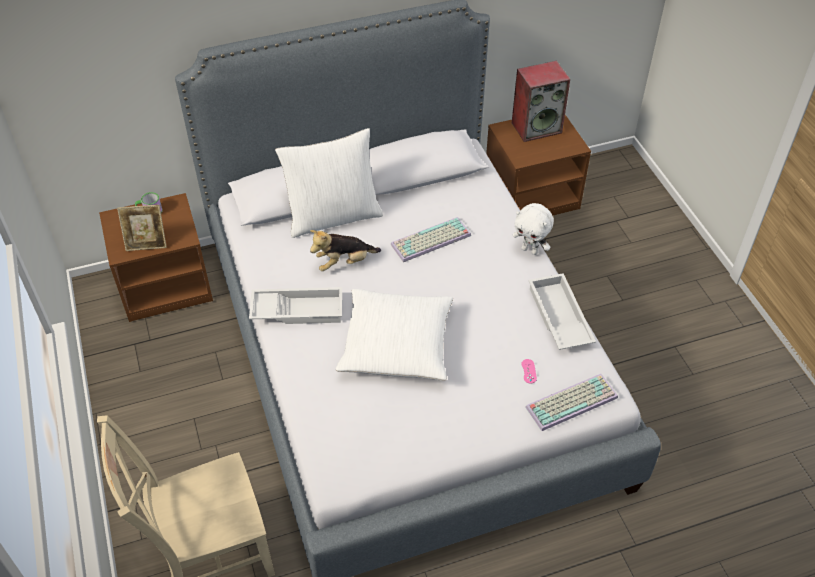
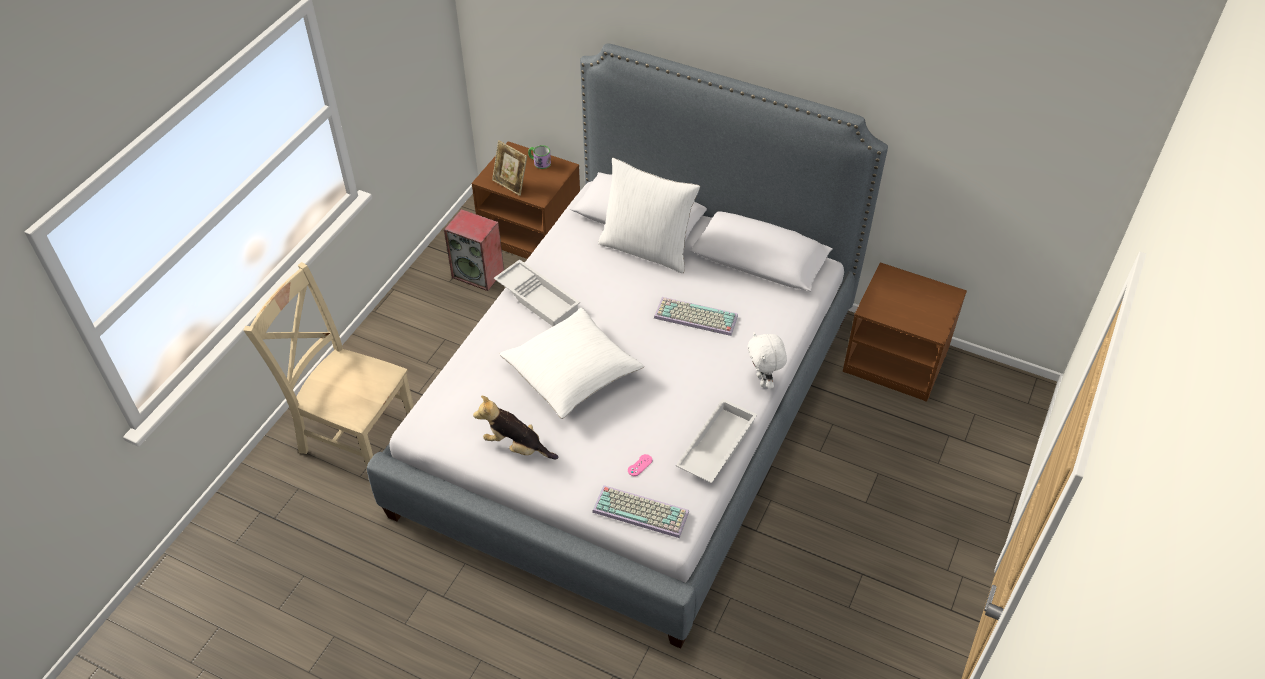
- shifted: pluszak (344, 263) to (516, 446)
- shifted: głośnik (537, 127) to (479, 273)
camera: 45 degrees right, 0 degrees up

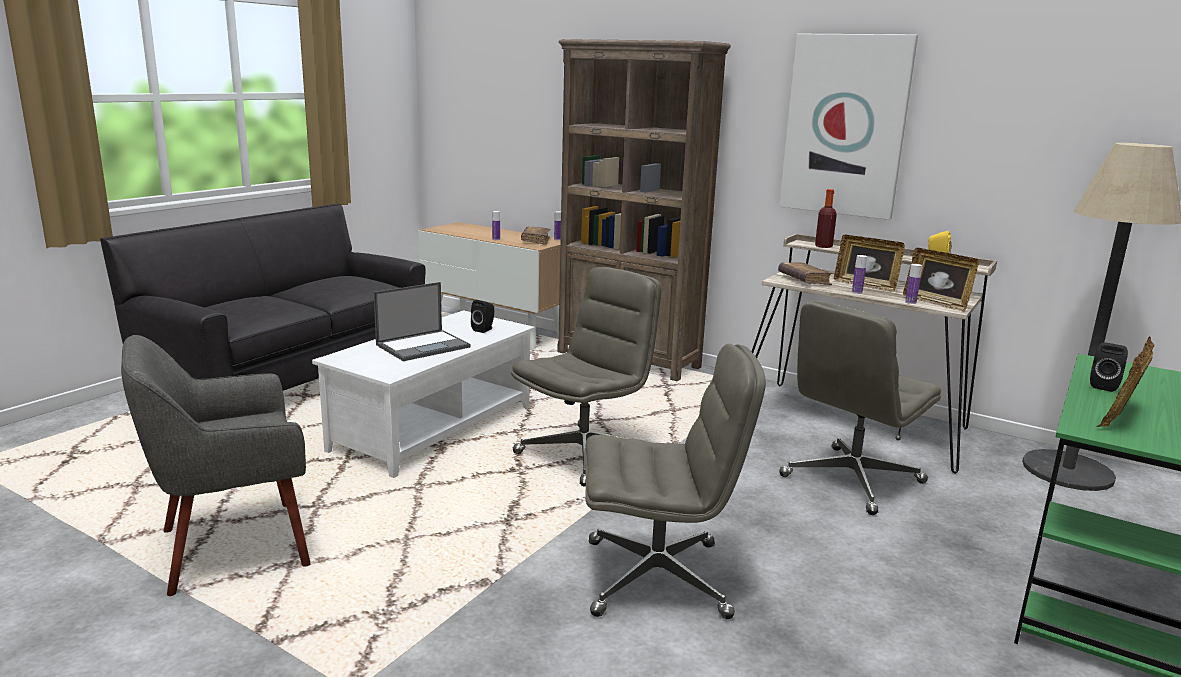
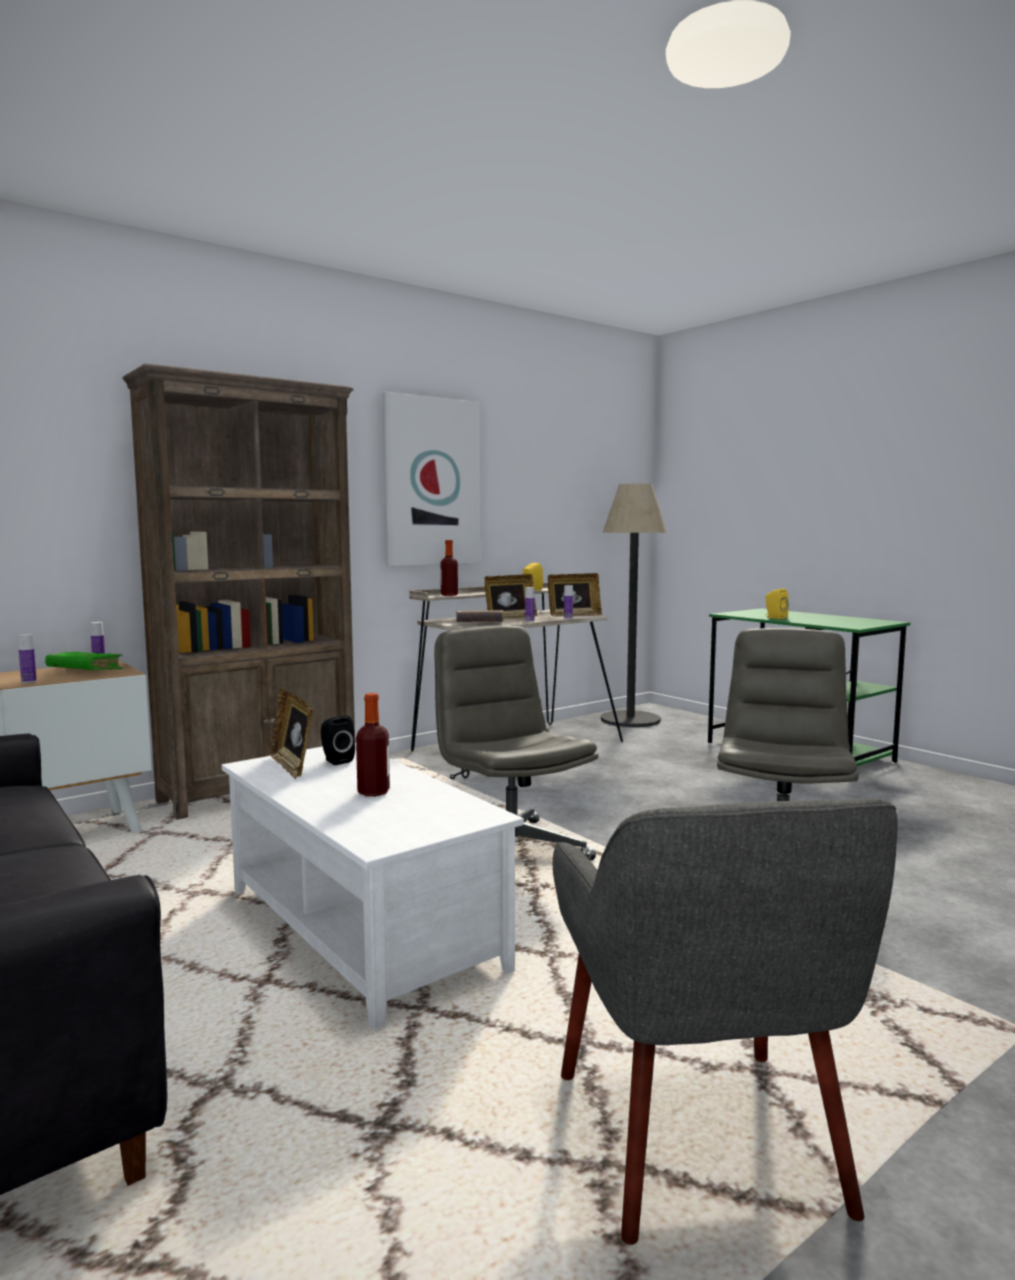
- swapped: laptop (424, 346) to butelka (373, 792)
- repainted: książka [brązowy] (535, 240) to książka [zielony] (84, 670)
- gone: krzesło biurowe [szary] (851, 480)
- repainted: głośnik [czarny] (1104, 386) to głośnik [żółty] (774, 617)
- shifted: ramka na zdjęcie (1119, 417) to (292, 766)
camera: 70 degrees left, 10 degrees down

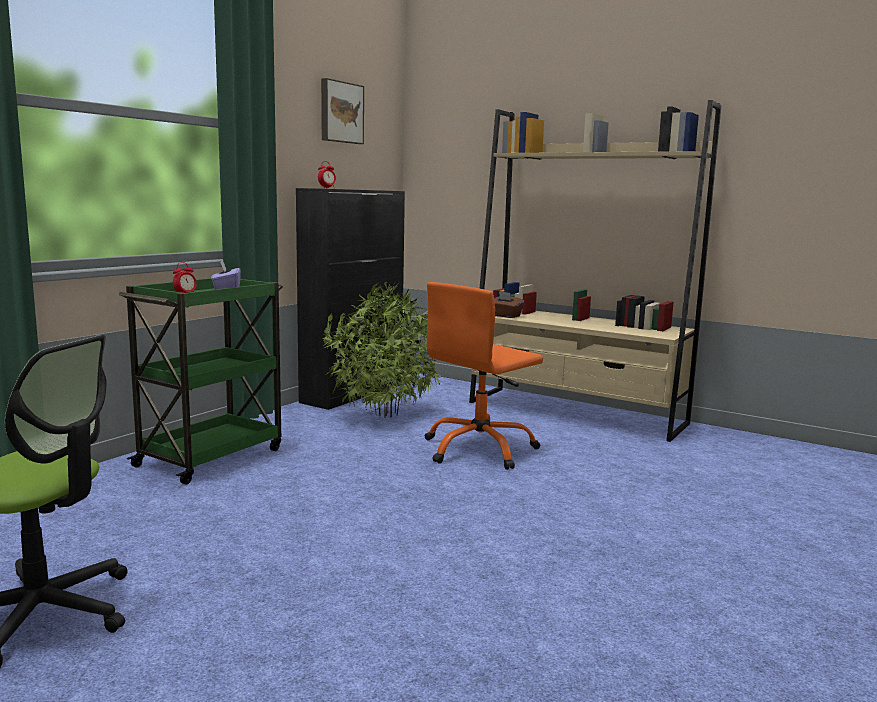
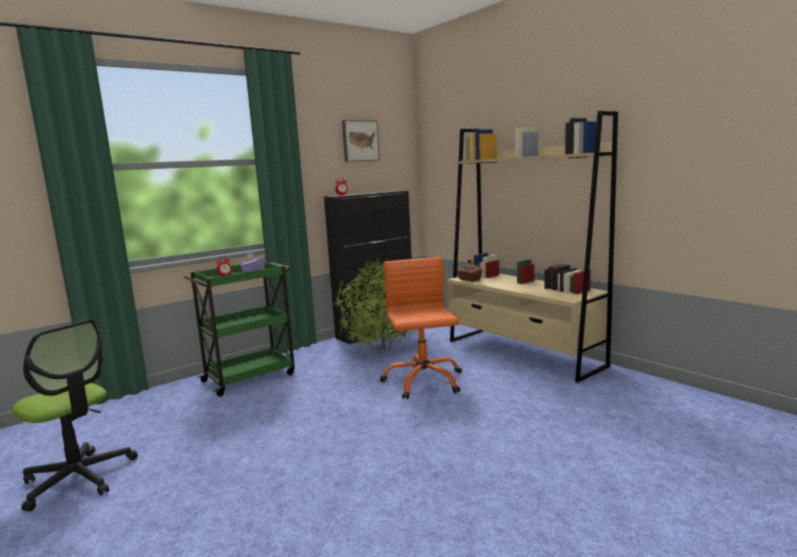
- rotated: krzesło biurowe [pomarańczowy] (479, 449) = (423, 381) 105 degrees clockwise
camera: 20 degrees right, 0 degrees up

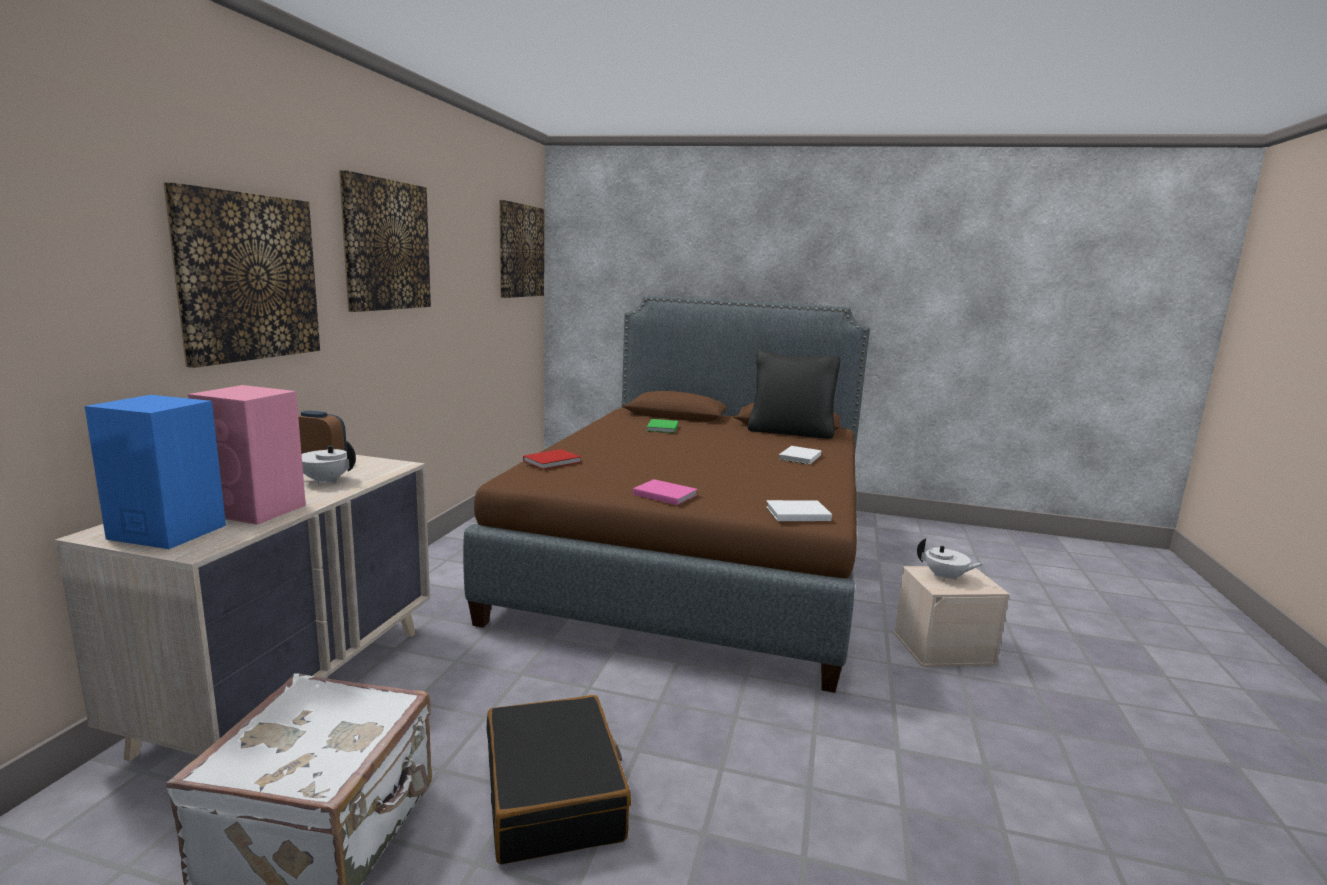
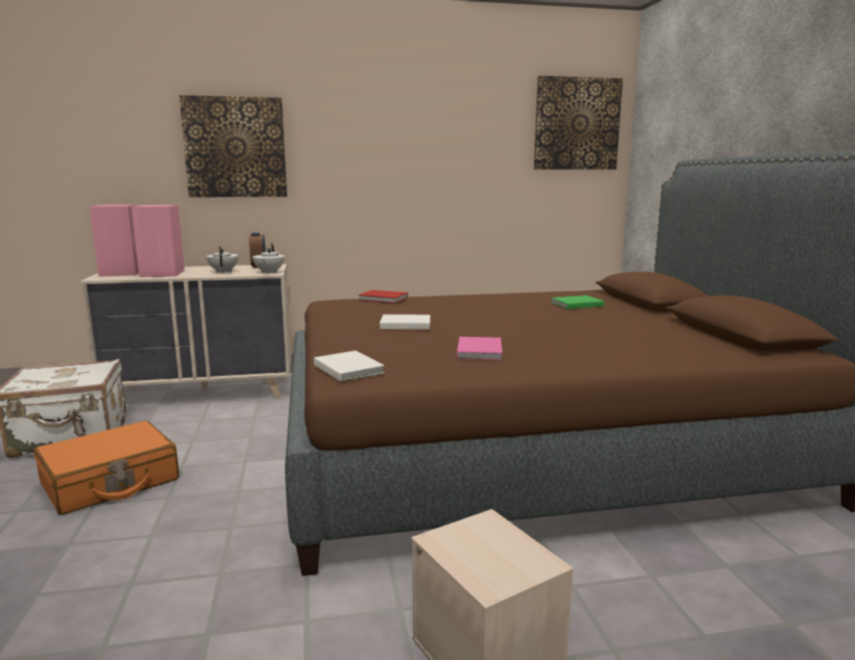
- repainted: głośnik [niebieski] (165, 532) to głośnik [różowy] (122, 272)
- gone: obraz (386, 245)
- repainted: walizka [czarny] (554, 795) to walizka [pomarańczowy] (110, 482)
- shifted: książka [różowy] (664, 494) to (480, 351)
- gone: poduszka [czarny] (790, 432)
- shifted: książka [biały] (799, 457) to (404, 324)
- shifted: imbryk [biały] (945, 577) to (269, 272)
camera: 65 degrees right, 0 degrees up

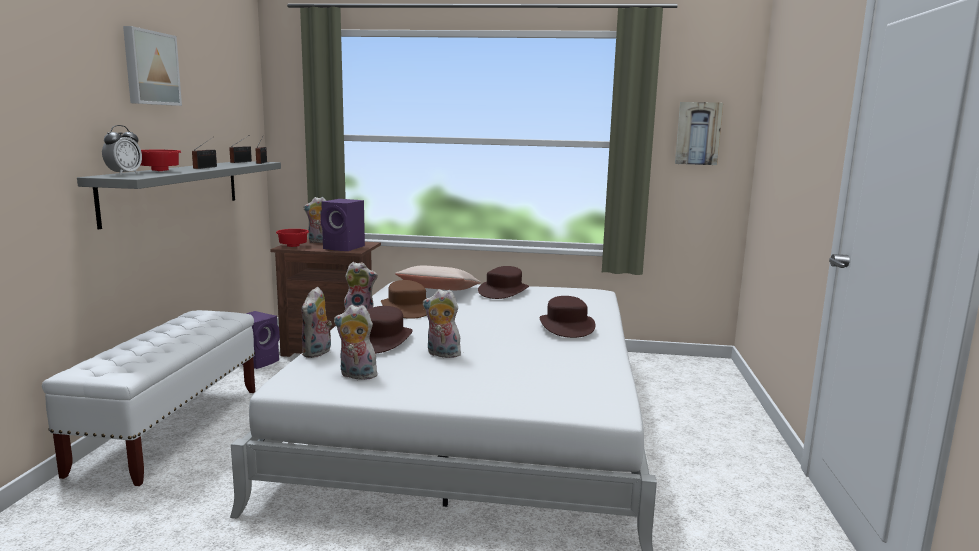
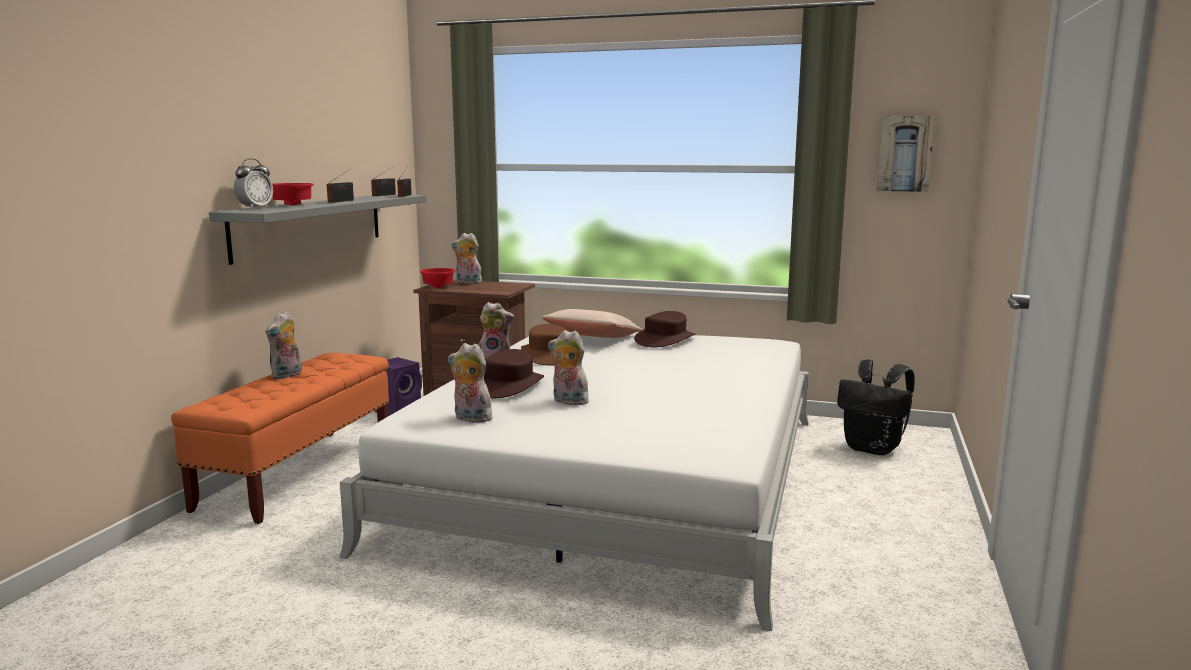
- repainted: ławka [biały] (171, 429) to ławka [pomarańczowy] (299, 474)
- gone: obraz (150, 68)
- shifted: pluszak (318, 353) to (287, 375)
- gone: głośnik [fioletowy] (345, 248)
- gone: kapelusz [brązowy] (566, 326)
- new: plecak [czarny] (873, 449)
camera: 10 degrees right, 0 degrees up

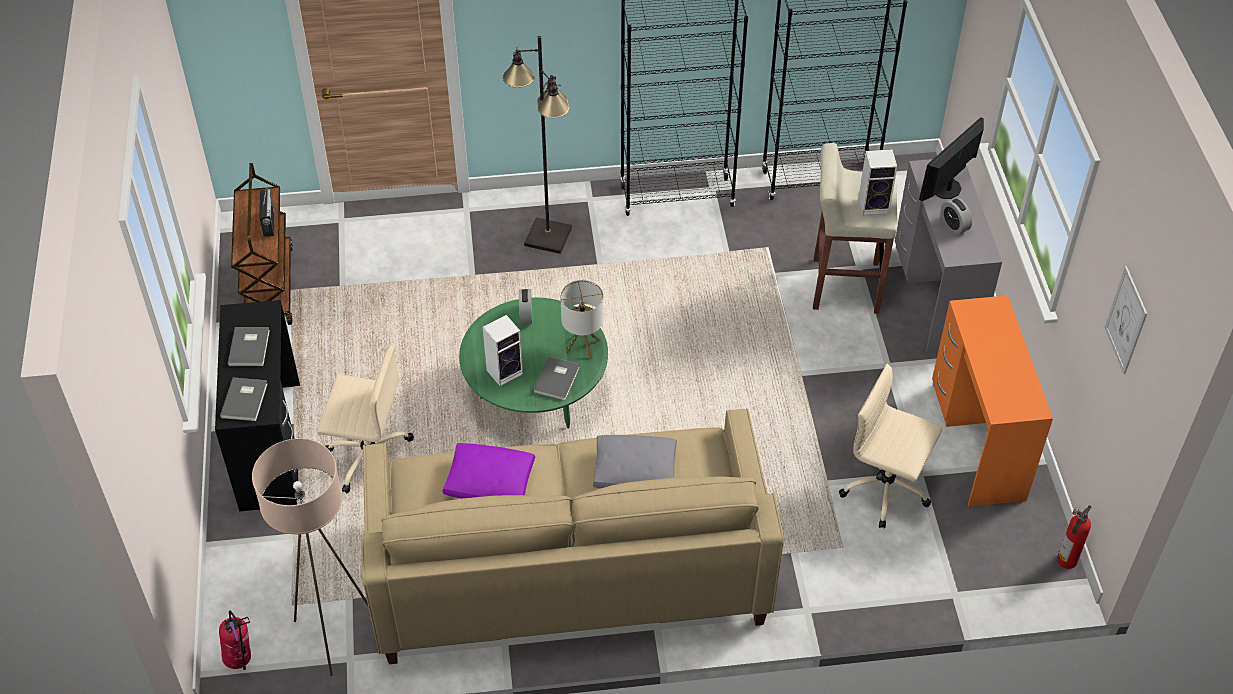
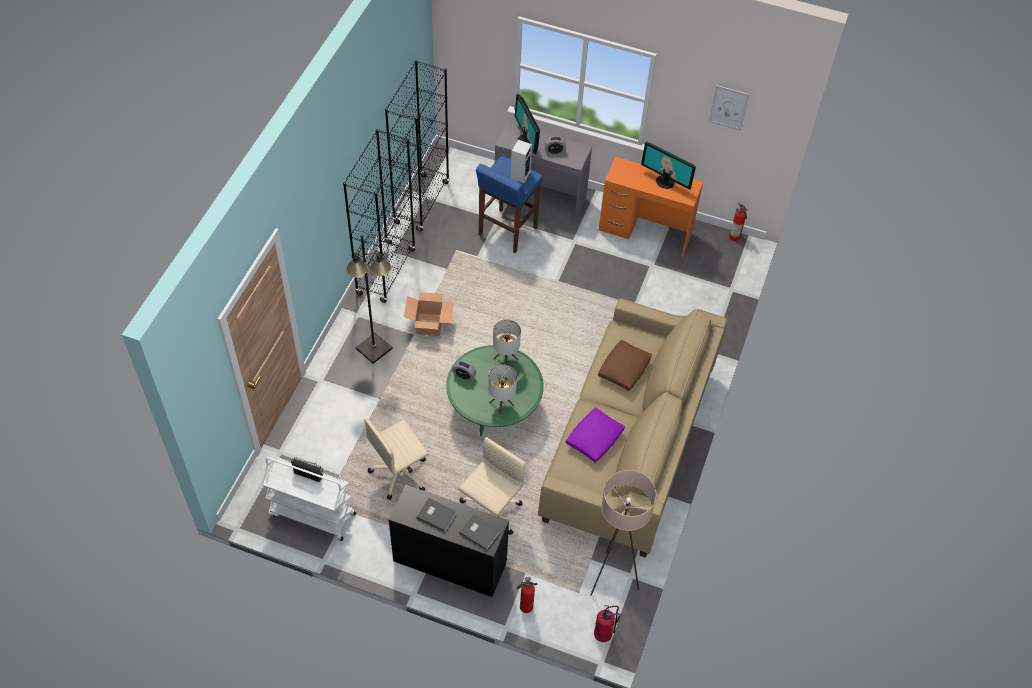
- repainted: wózek [brązowy] (269, 286) to wózek [biały] (311, 515)
- swapped: głośnik (505, 371) to lampa stołowa (501, 404)
- gone: książka [szary] (558, 379)
- repainted: poduszka [szary] (634, 471) to poduszka [brązowy] (624, 370)
- repainted: stołek [beżowy] (844, 285) to stołek [niebieski] (507, 231)
- shifted: krzesło biurowe [beżowy] (887, 489) to (400, 473)
- new: karton (429, 324)
- new: gaśnica (525, 606)
- new: monitor (665, 181)
camera: 65 degrees left, 5 degrees up

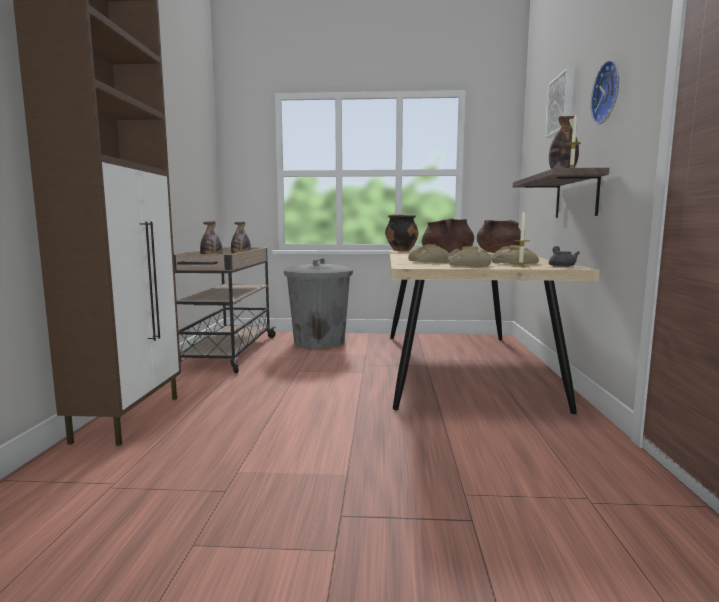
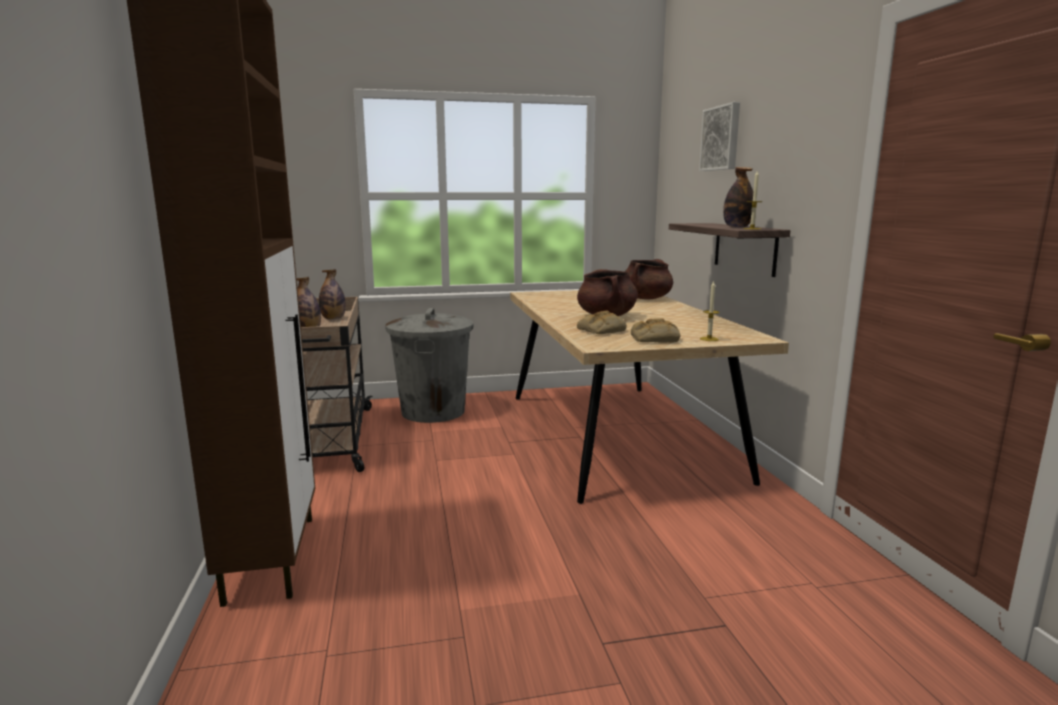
- gone: garnek (401, 250)
- gone: chleb (514, 263)
- gone: imbryk [szary] (561, 266)
- gone: zegar ścienny (609, 92)
camera: 15 degrees left, 5 degrees up

